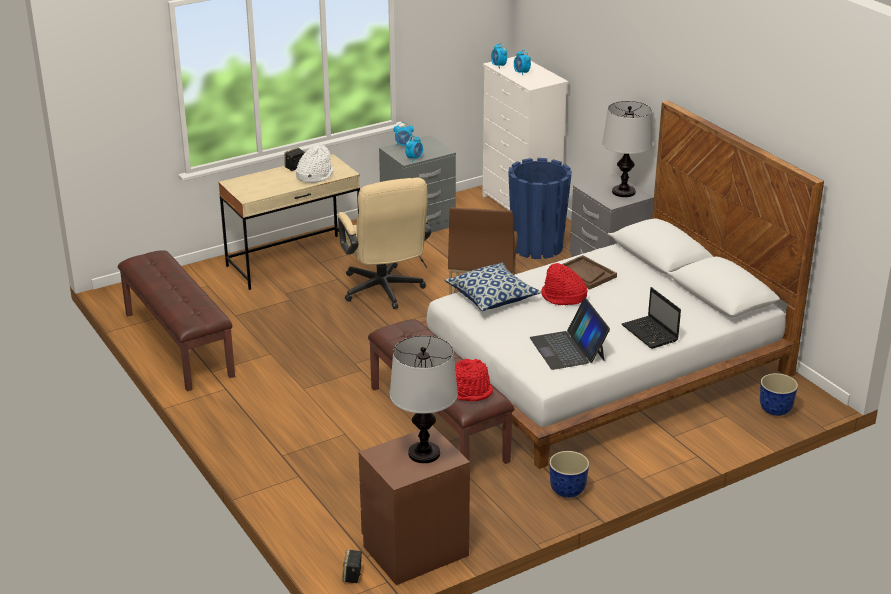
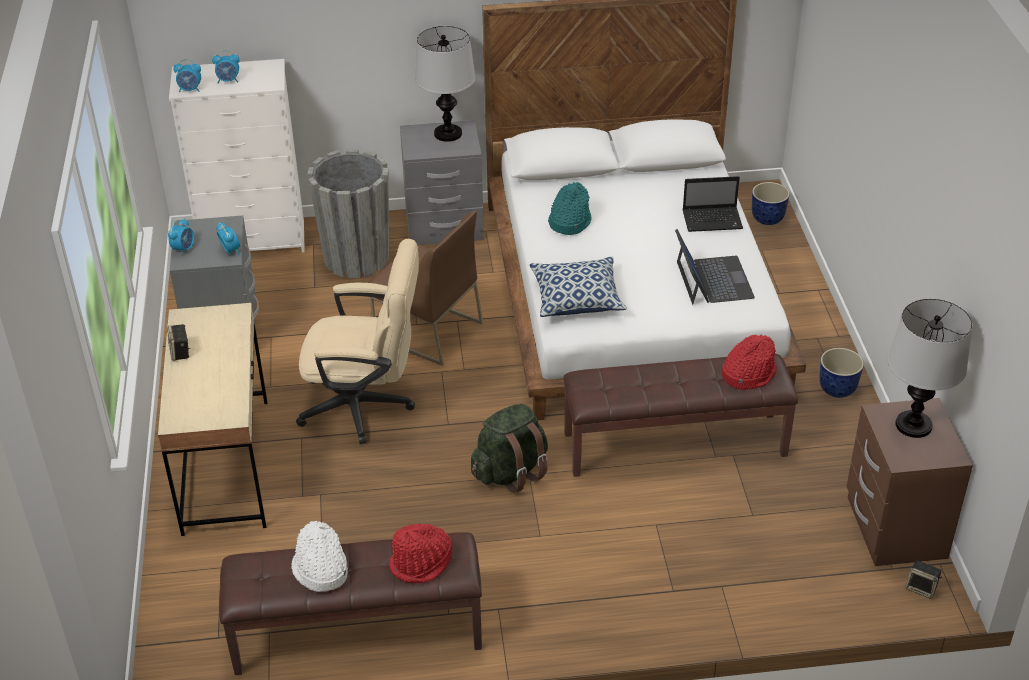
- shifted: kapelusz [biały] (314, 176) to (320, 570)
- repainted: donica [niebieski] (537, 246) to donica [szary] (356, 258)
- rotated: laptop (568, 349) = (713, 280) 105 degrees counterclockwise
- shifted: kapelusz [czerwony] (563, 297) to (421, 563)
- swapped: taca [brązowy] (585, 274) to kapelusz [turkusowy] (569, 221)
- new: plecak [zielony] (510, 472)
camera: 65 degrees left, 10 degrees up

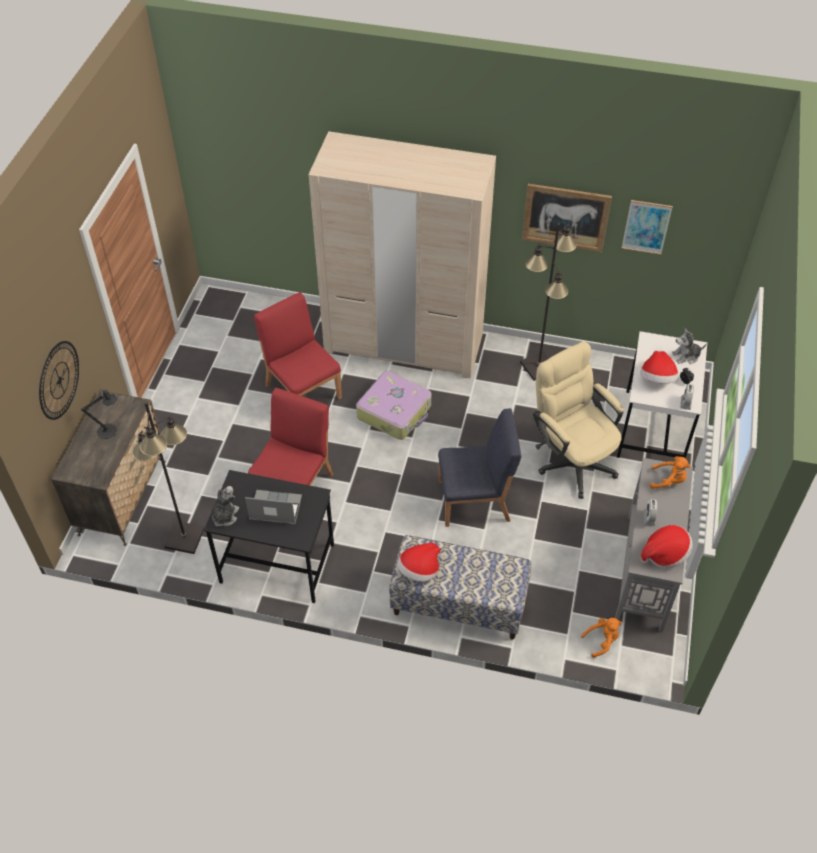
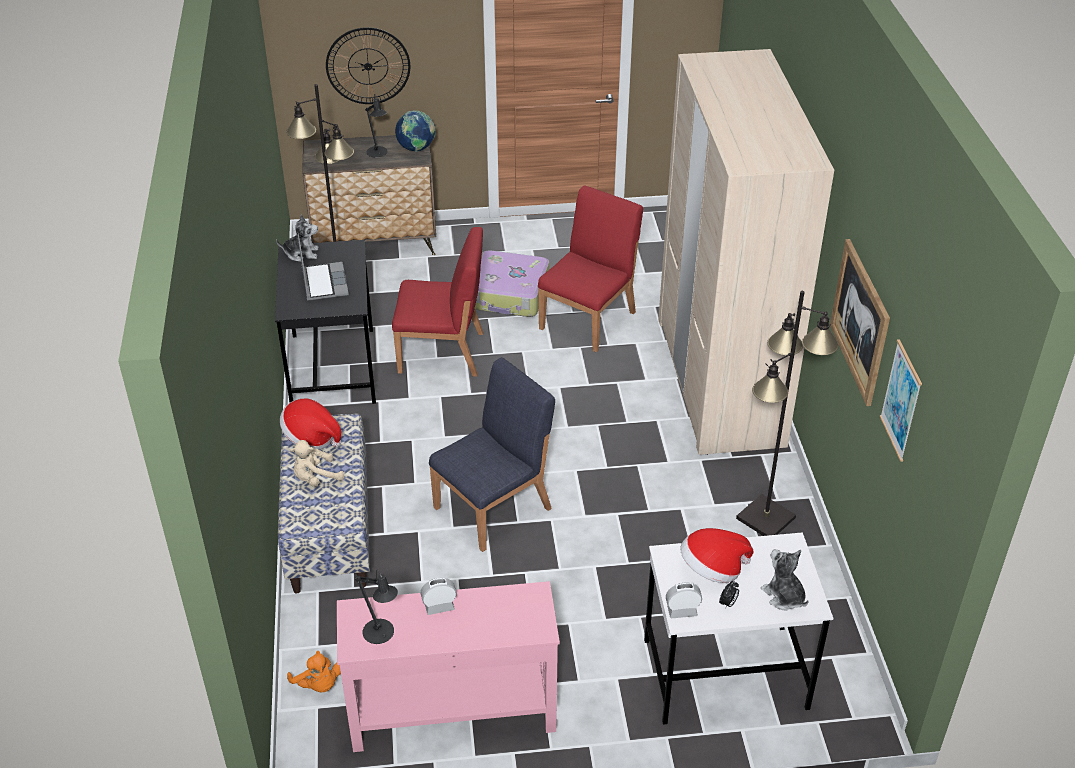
- shifted: walizka (395, 412) to (509, 295)
- rotated: krzesło [niebieski] (475, 501) = (494, 507) 105 degrees counterclockwise
- gone: krzesło biurowe [beżowy] (571, 459)
- repainted: stolik konsolowy [szary] (644, 571) to stolik konsolowy [różowy] (451, 711)
- swapped: kapelusz (664, 554) to lampa stołowa [czarny] (381, 634)
- gone: pluszak [pomarańczowy] (668, 481)
- new: pluszak [beżowy] (315, 478)
- new: globus (416, 149)
camera: 70 degrees right, 10 degrees down

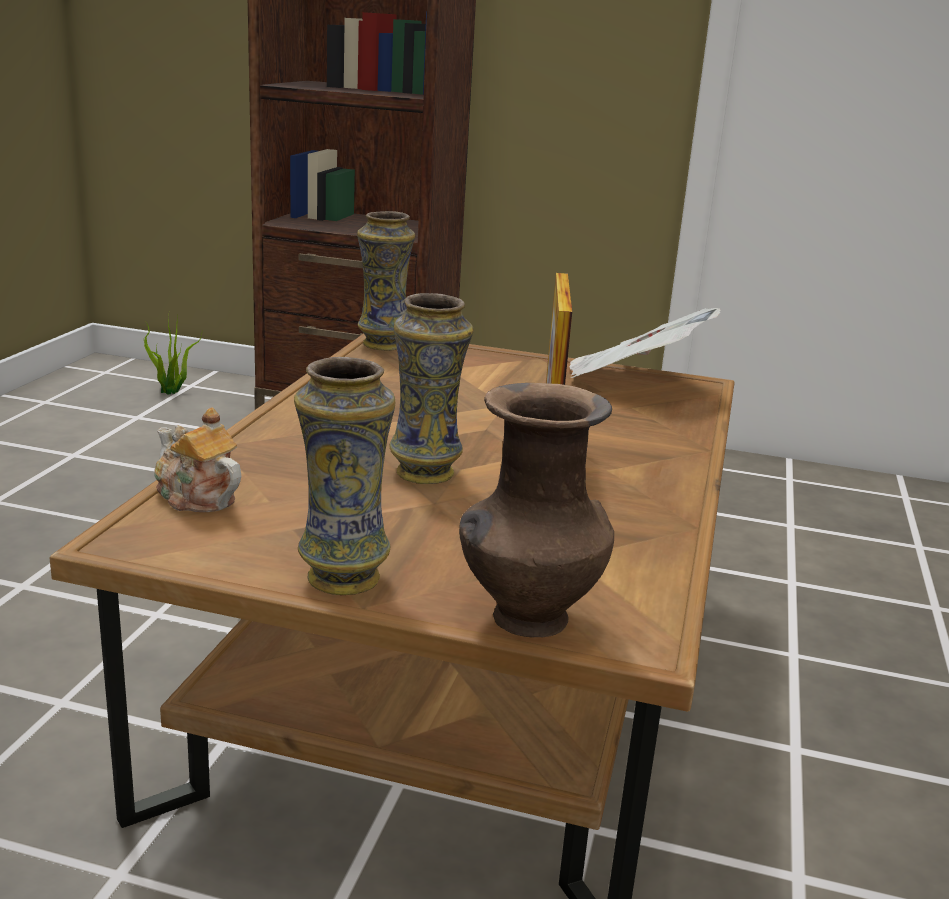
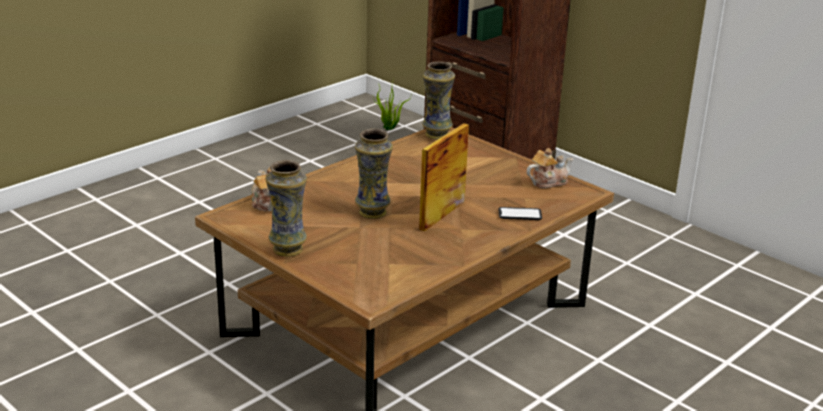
- gone: wazon [brązowy] (526, 618)
- swapped: gazeta (632, 380) to imbryk (548, 182)
- new: telefon (520, 214)
camera: 30 degrees right, 5 degrees up

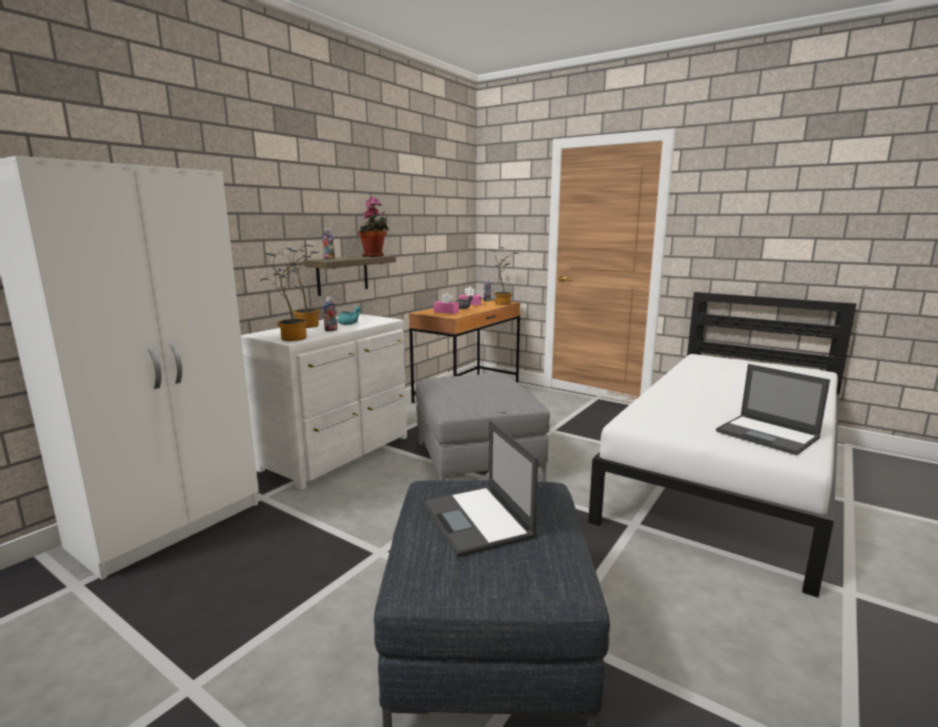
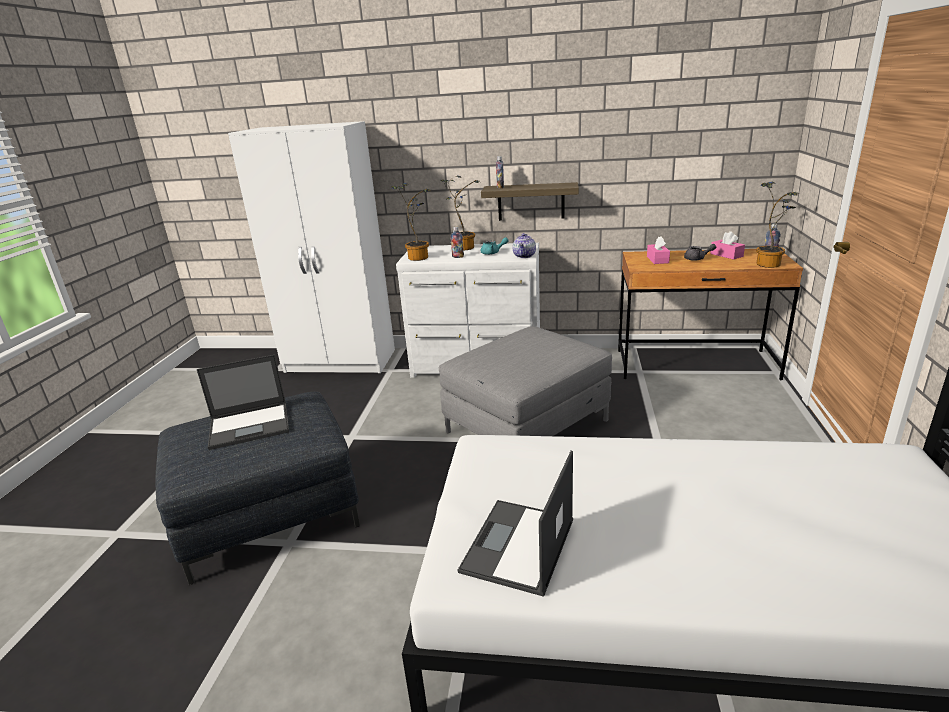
- gone: roślina doniczkowa (374, 256)
- rotated: laptop (477, 520) = (251, 425) 150 degrees counterclockwise
- new: imbryk (524, 256)
camera: 65 degrees right, 10 degrees up

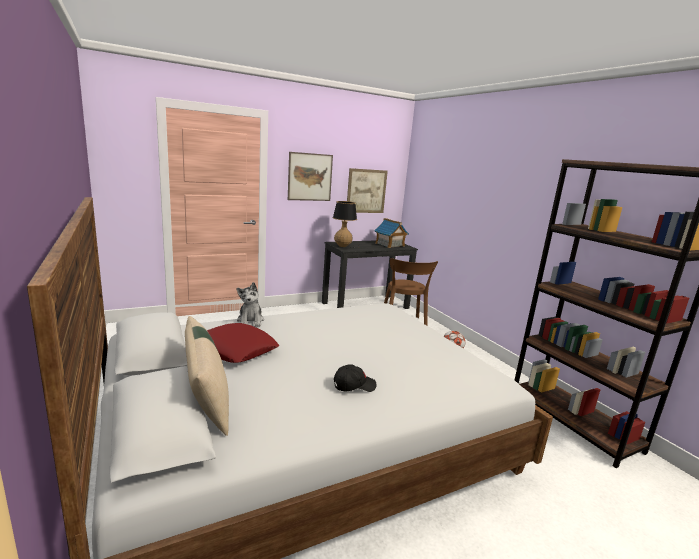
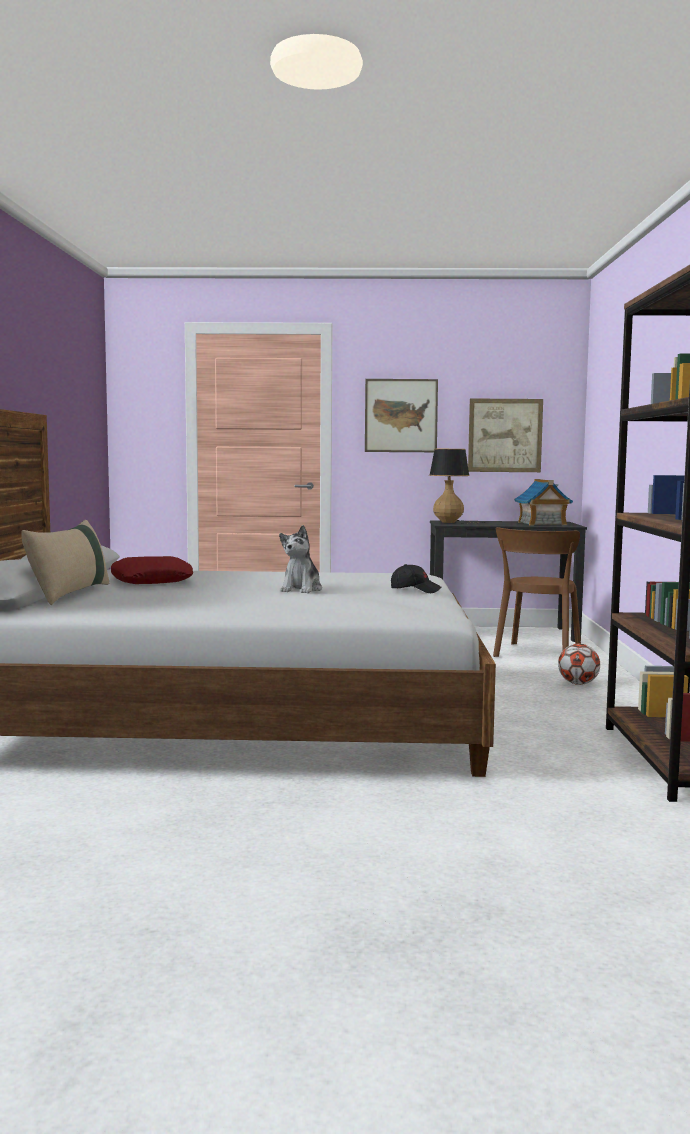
- shifted: pluszak (250, 321) to (301, 590)
- shifted: czapka z daszkiem [czarny] (354, 385) to (415, 590)
camera: 30 degrees right, 10 degrees down

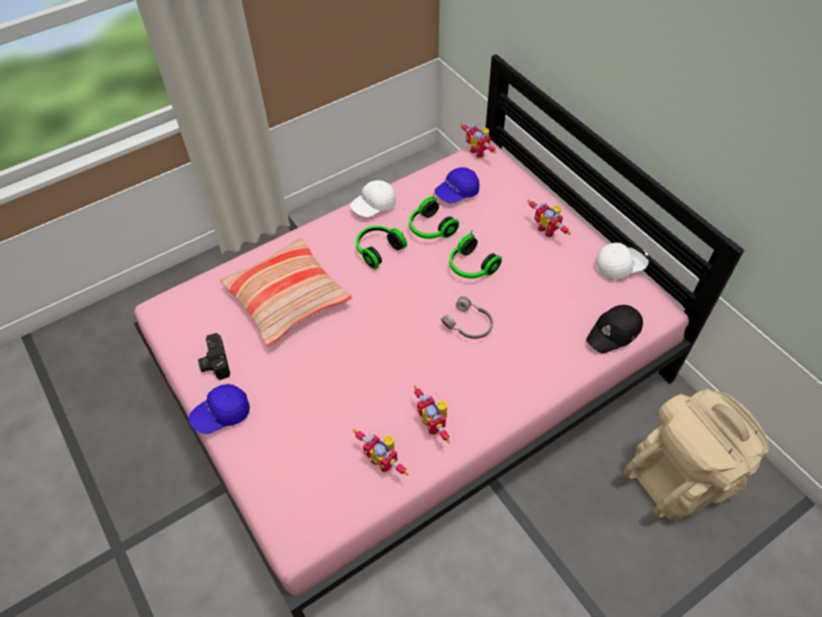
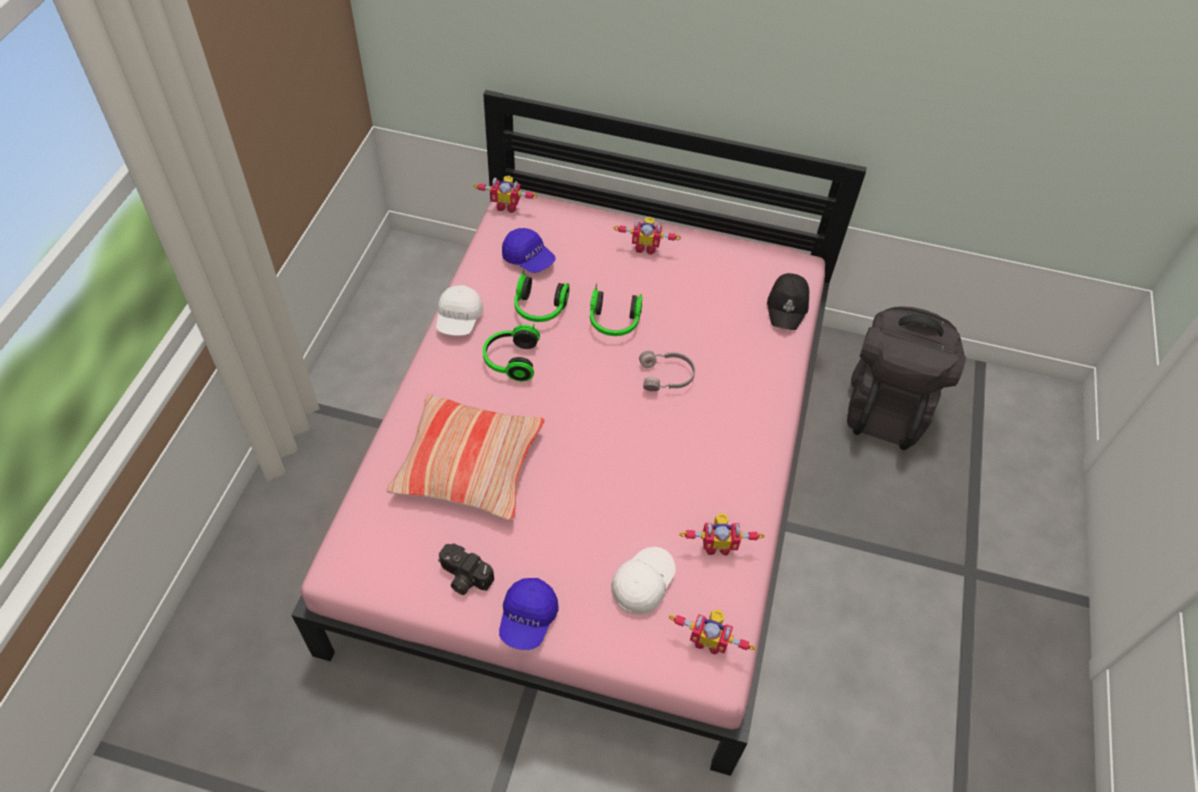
- shifted: robot zabawkowy (434, 423) to (709, 640)
- rotated: czapka z daszkiem [niebieski] (457, 193) = (528, 259) 60 degrees counterclockwise
- shifted: czapka z daszkiem [biały] (619, 266) to (643, 584)
- repainted: plecak [beżowy] (682, 476) to plecak [czarny] (887, 406)
camera: 45 degrees left, 0 degrees up

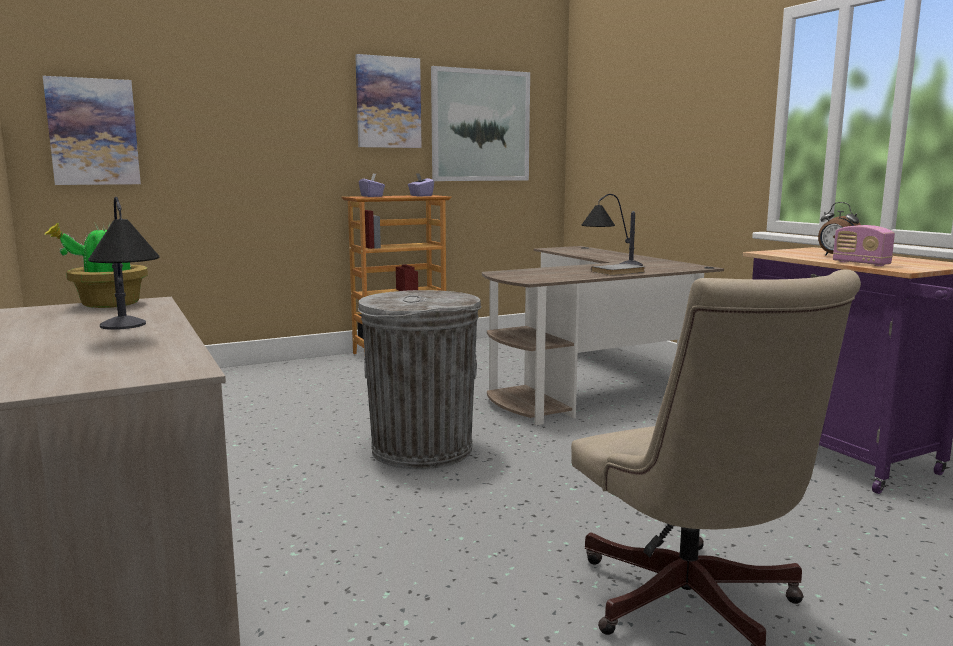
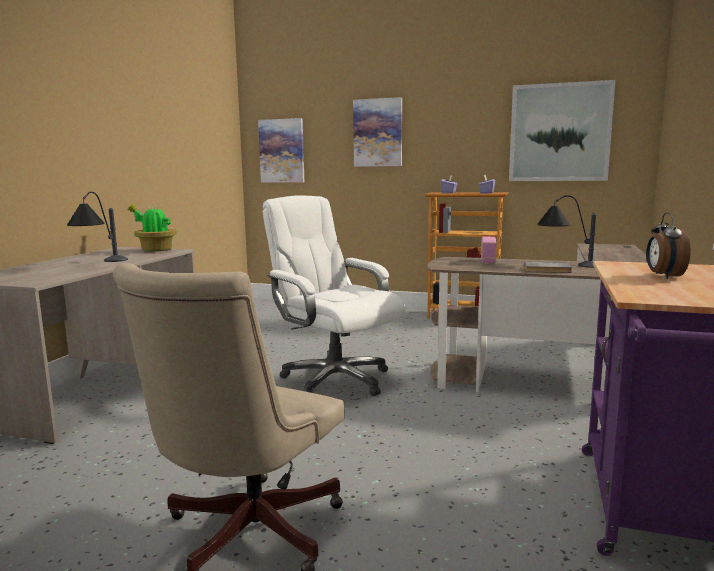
- shifted: obraz (388, 102) to (378, 133)
- swapped: kosz na śmieci [szary] (422, 449) to krzesło biurowe [biały] (335, 379)
- shifted: radio (861, 263) to (487, 261)
camera: 45 degrees right, 0 degrees up

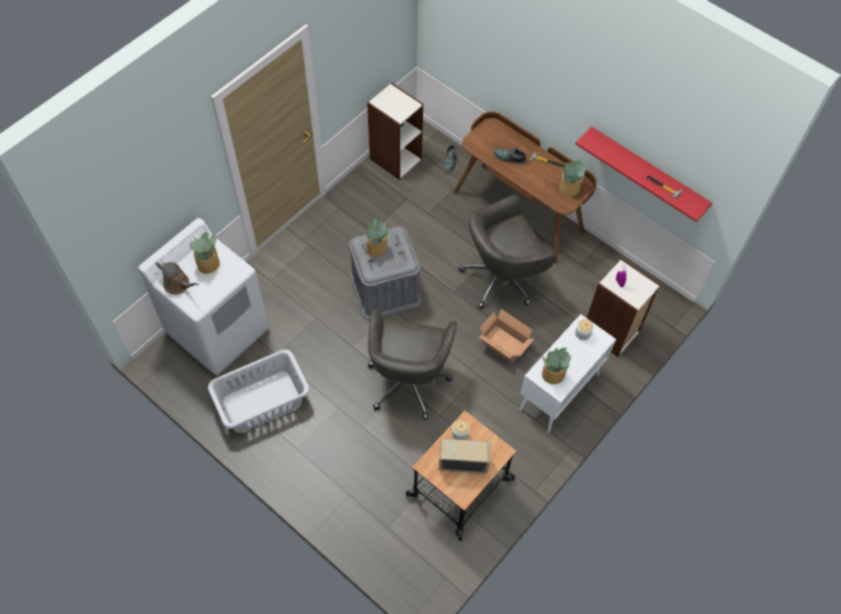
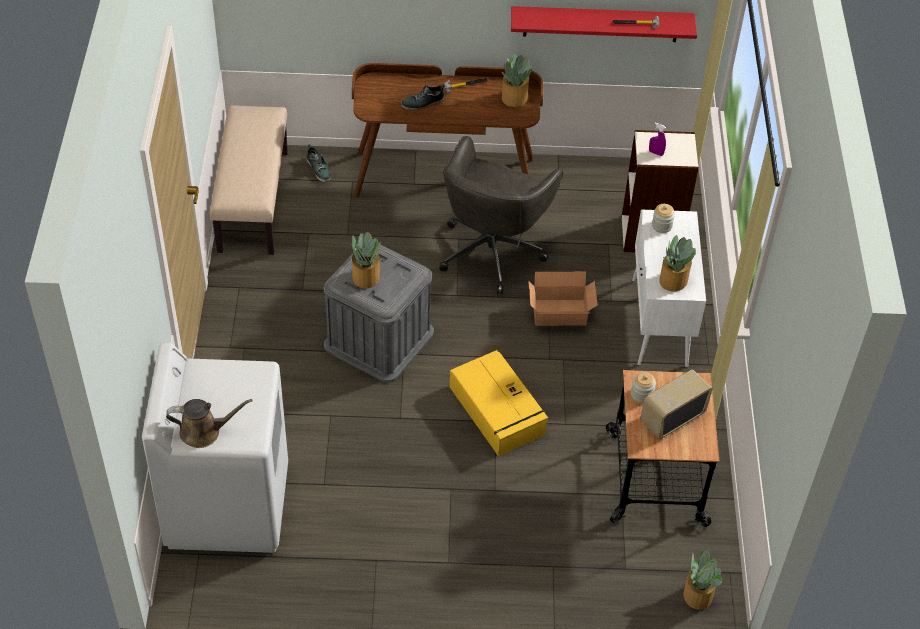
- shifted: roślina doniczkowa (209, 264) to (698, 594)
- gone: kosz na pranie [szary] (261, 401)
- swapped: regał (395, 158) to ławka [beżowy] (252, 200)
- swapped: krzesło biurowe [szary] (408, 380) to pojemnik do przechowywania [żółty] (497, 412)
camera: 40 degrees left, 10 degrees down

